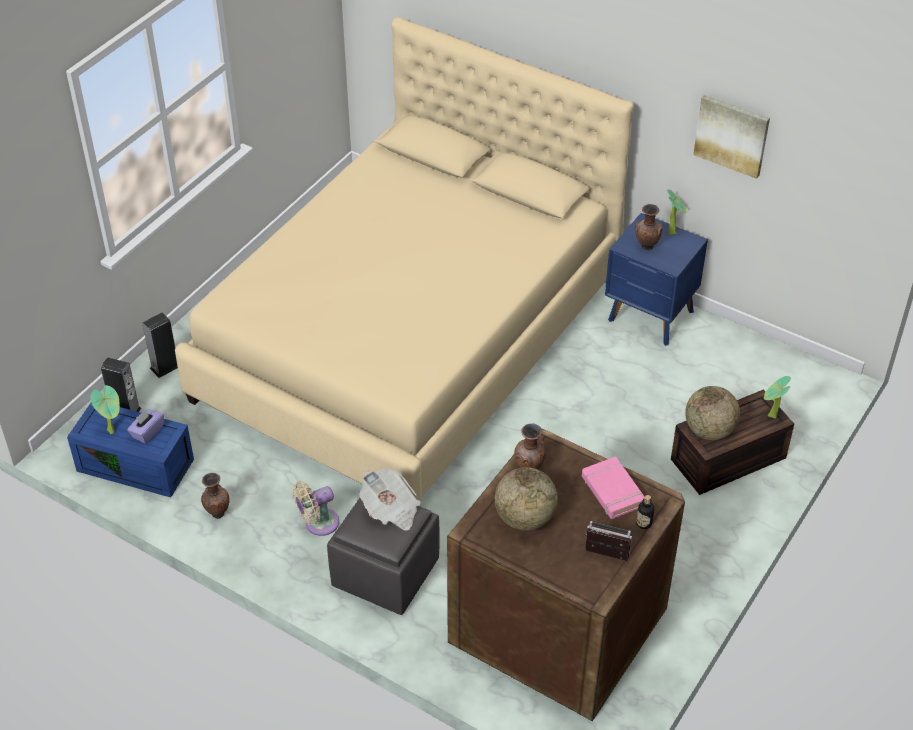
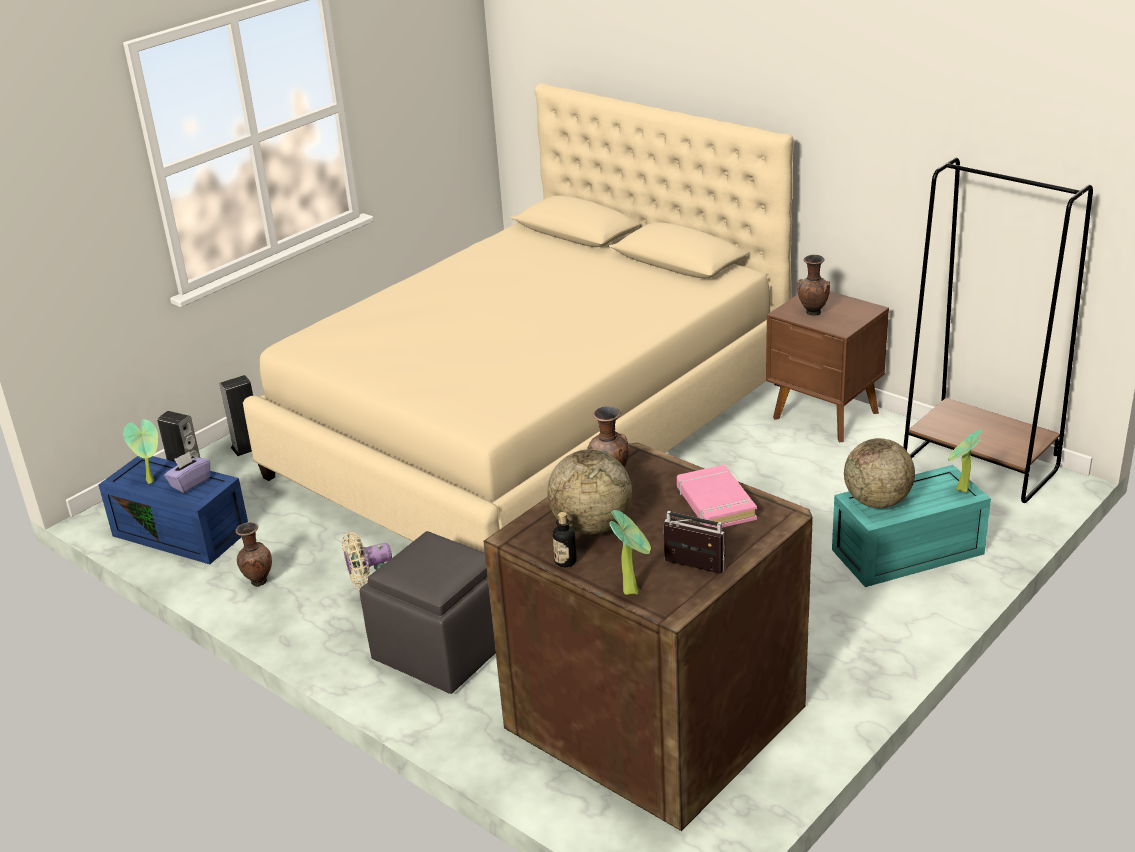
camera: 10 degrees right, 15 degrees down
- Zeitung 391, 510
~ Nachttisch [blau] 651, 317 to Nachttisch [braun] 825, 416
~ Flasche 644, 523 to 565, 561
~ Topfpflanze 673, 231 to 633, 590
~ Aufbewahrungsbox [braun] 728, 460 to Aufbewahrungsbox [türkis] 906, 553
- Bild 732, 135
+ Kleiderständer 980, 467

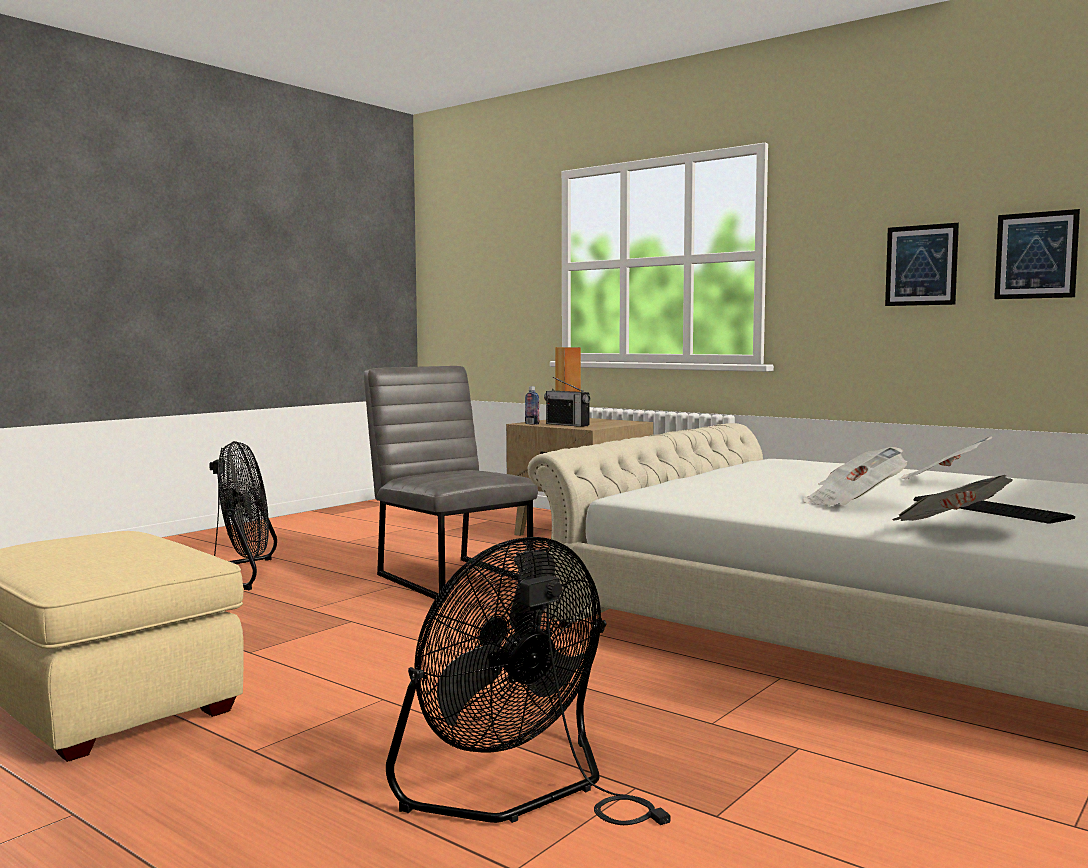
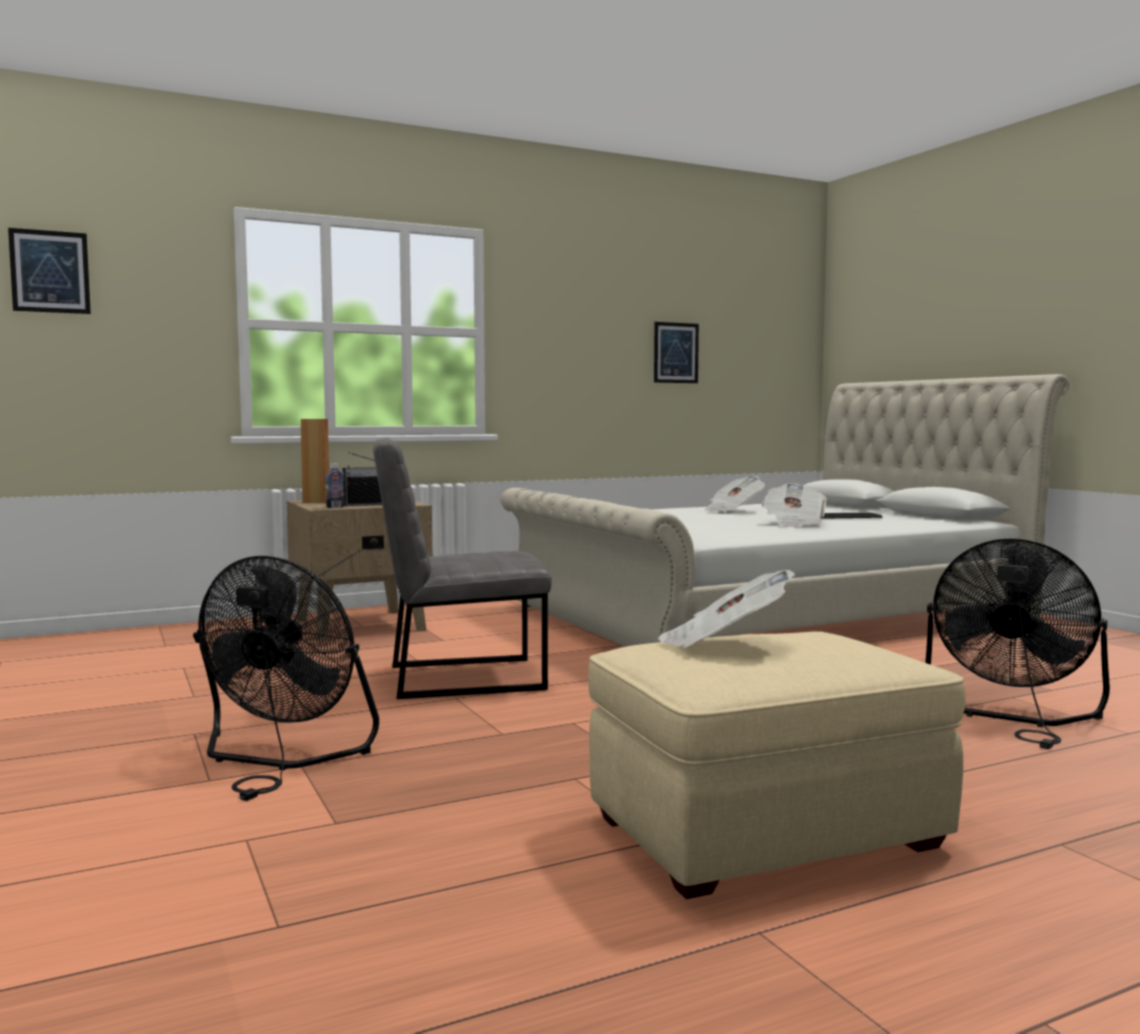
camera: 65 degrees left, 0 degrees up
~ Ventilator [schwarz] 535, 789 = 1013, 715 135 degrees clockwise
~ Bild 921, 265 to 50, 271
~ Zeitung 949, 529 to 723, 644

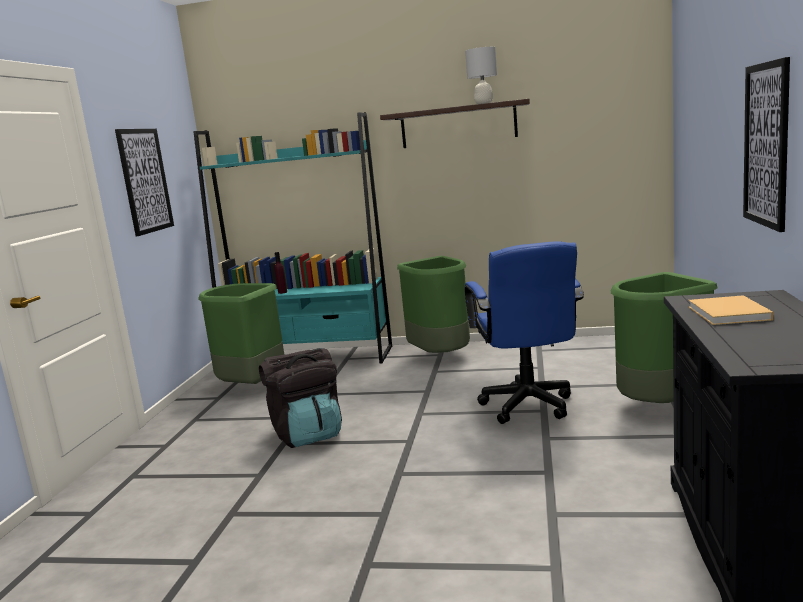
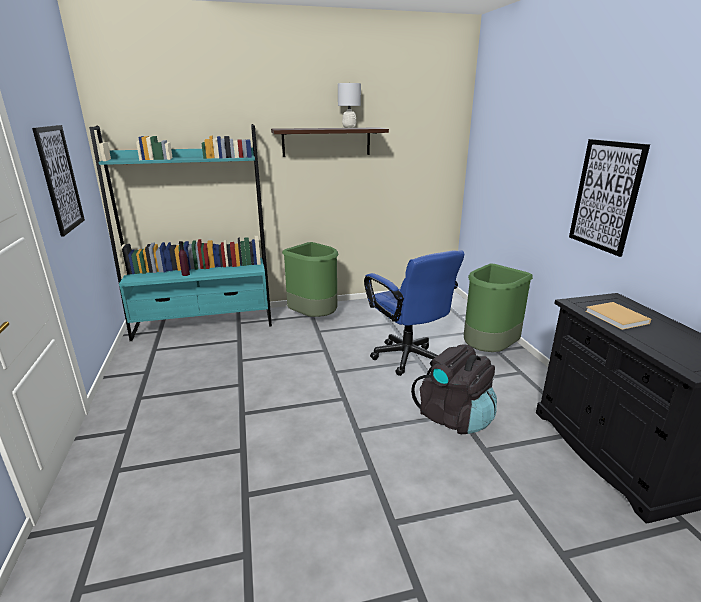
camera: 25 degrees left, 10 degrees up
- Mülleimer [grün] 251, 387
~ Rucksack [schwarz] 308, 435 to 454, 417

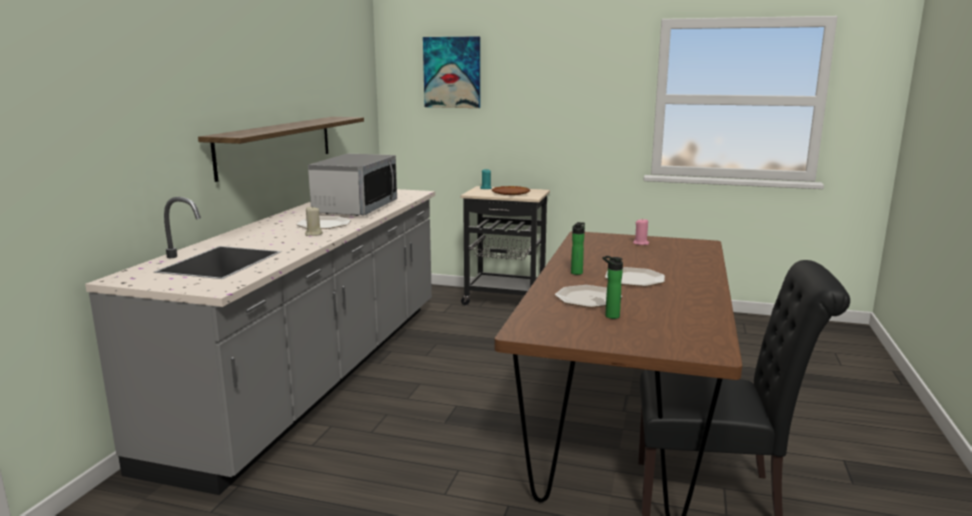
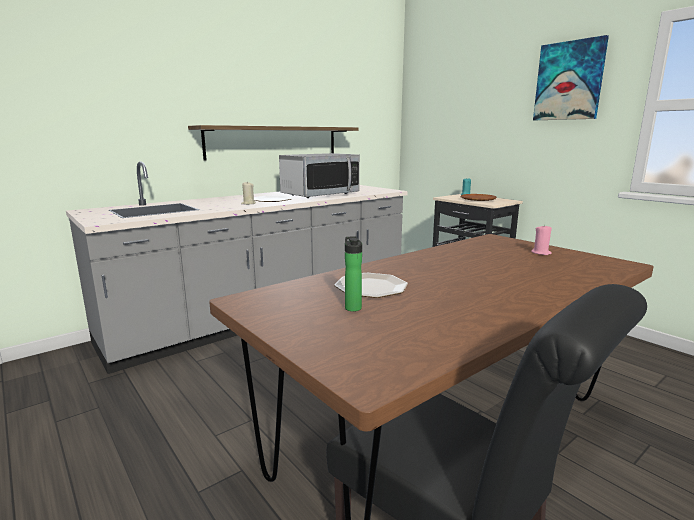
camera: 35 degrees right, 0 degrees up
~ Bild 452, 72 to 569, 81
- Flasche 577, 272
- Teller 634, 278

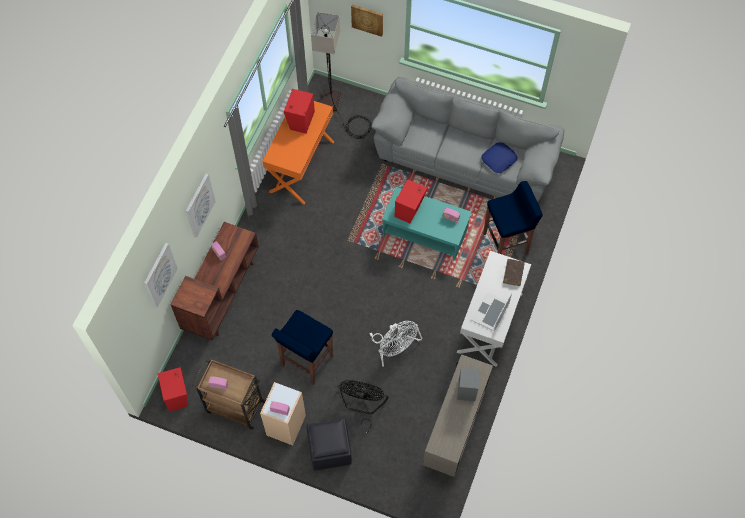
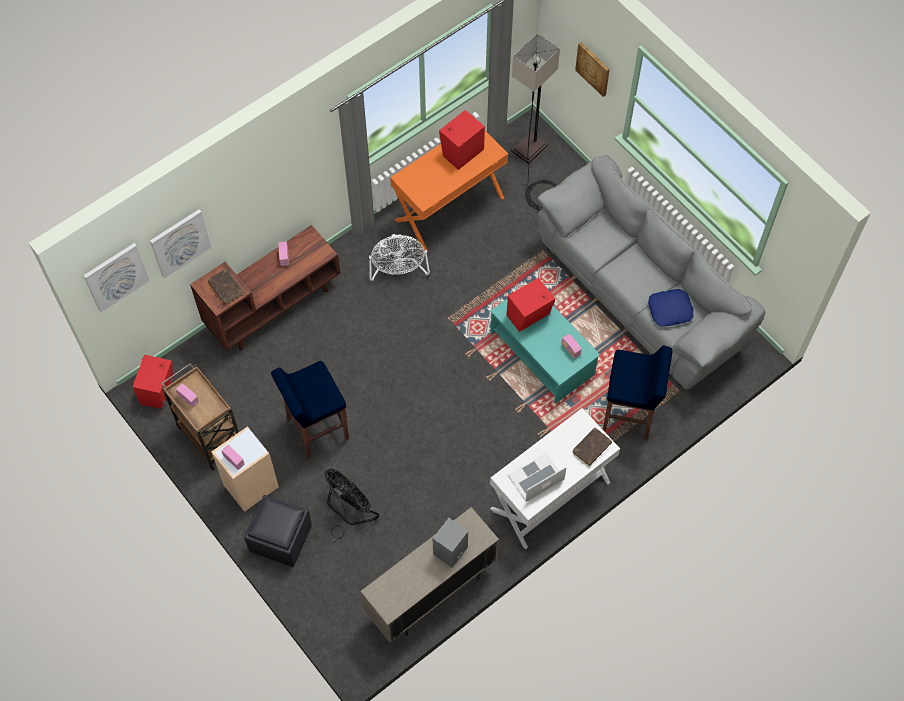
camera: 30 degrees right, 0 degrees up
~ Bild 199, 205 to 116, 276
~ Ventilator [weiß] 393, 346 to 396, 267
+ Buch [braun] 226, 288

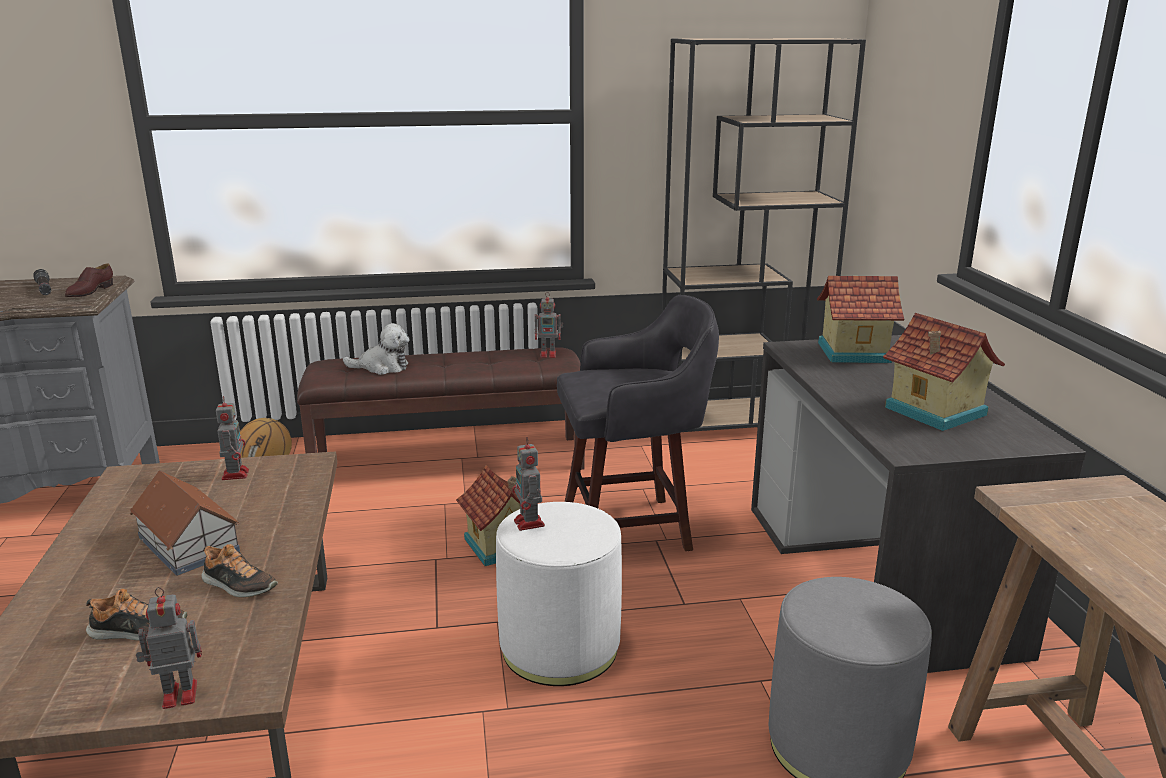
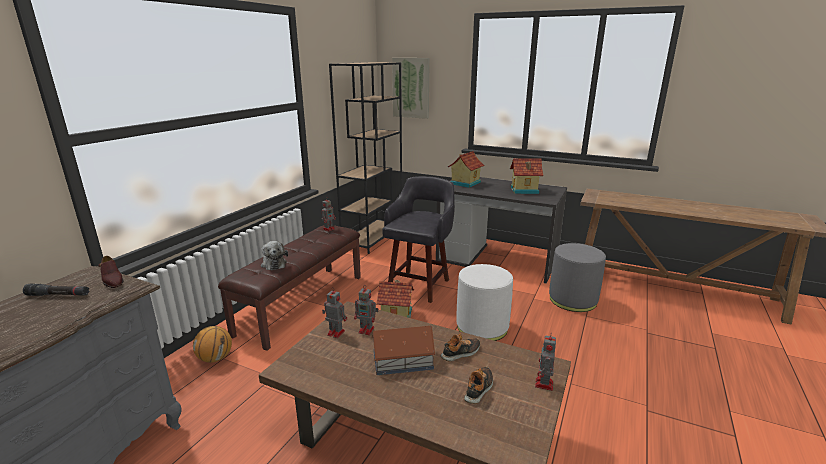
camera: 55 degrees left, 0 degrees up
~ Plüschtier 382, 367 = 274, 263 120 degrees clockwise
~ Spielzeugroboter 529, 524 to 367, 330
+ Bild 411, 88

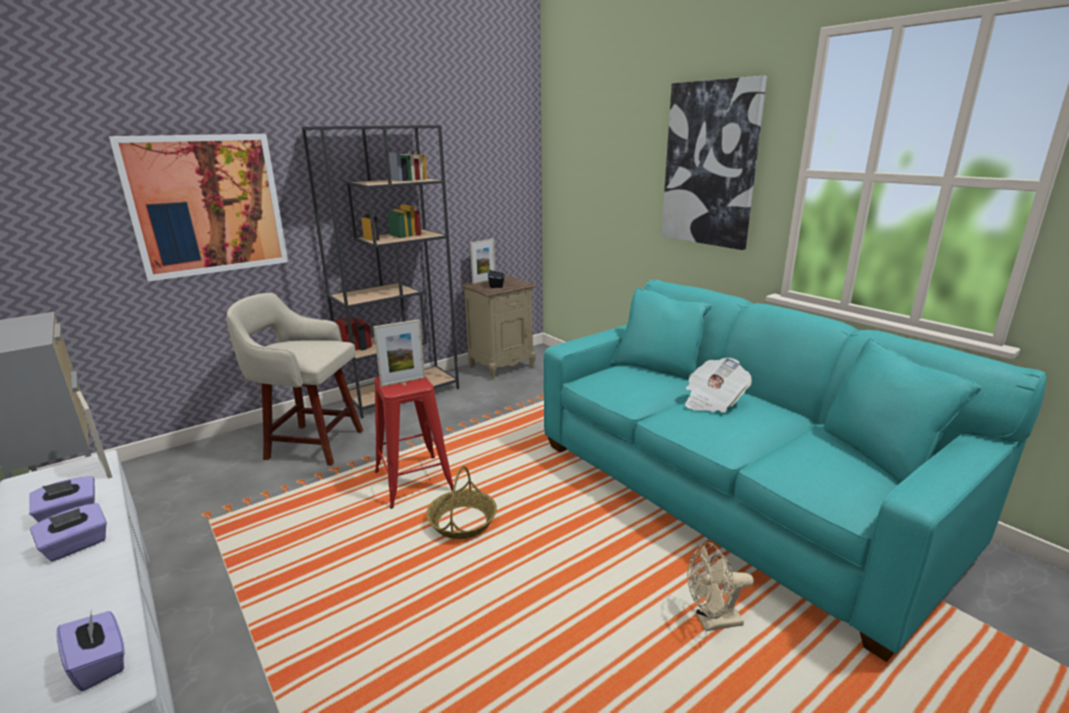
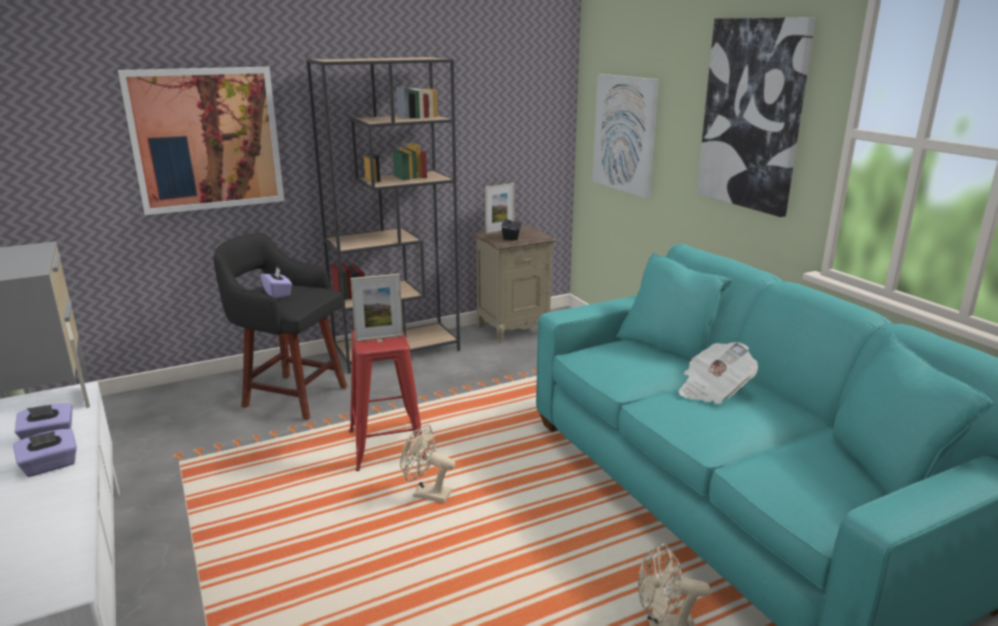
camera: 10 degrees right, 0 degrees up
~ Taschentuchbox [lila] 100, 663 to 278, 294
~ Hocker [beige] 311, 444 to Hocker [schwarz] 292, 396
~ Korb 462, 522 to Ventilator [beige] 426, 494
+ Bild 624, 134

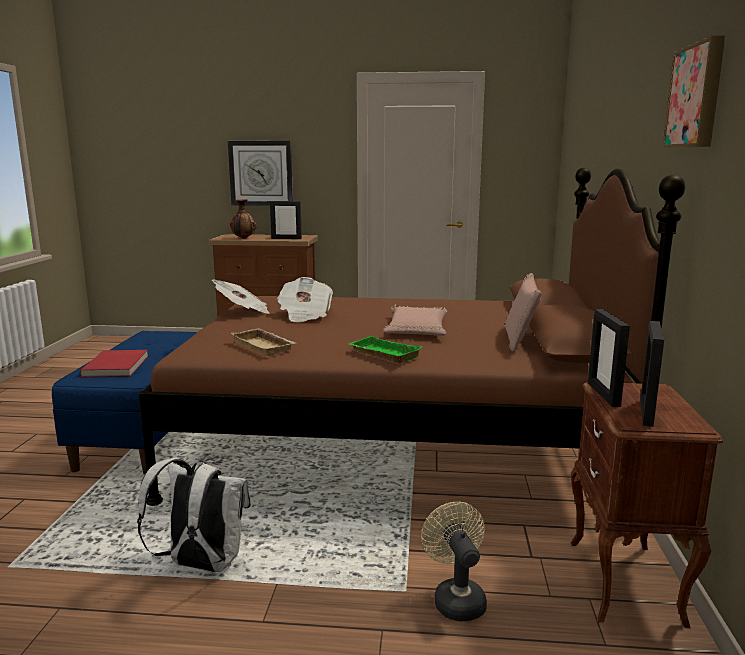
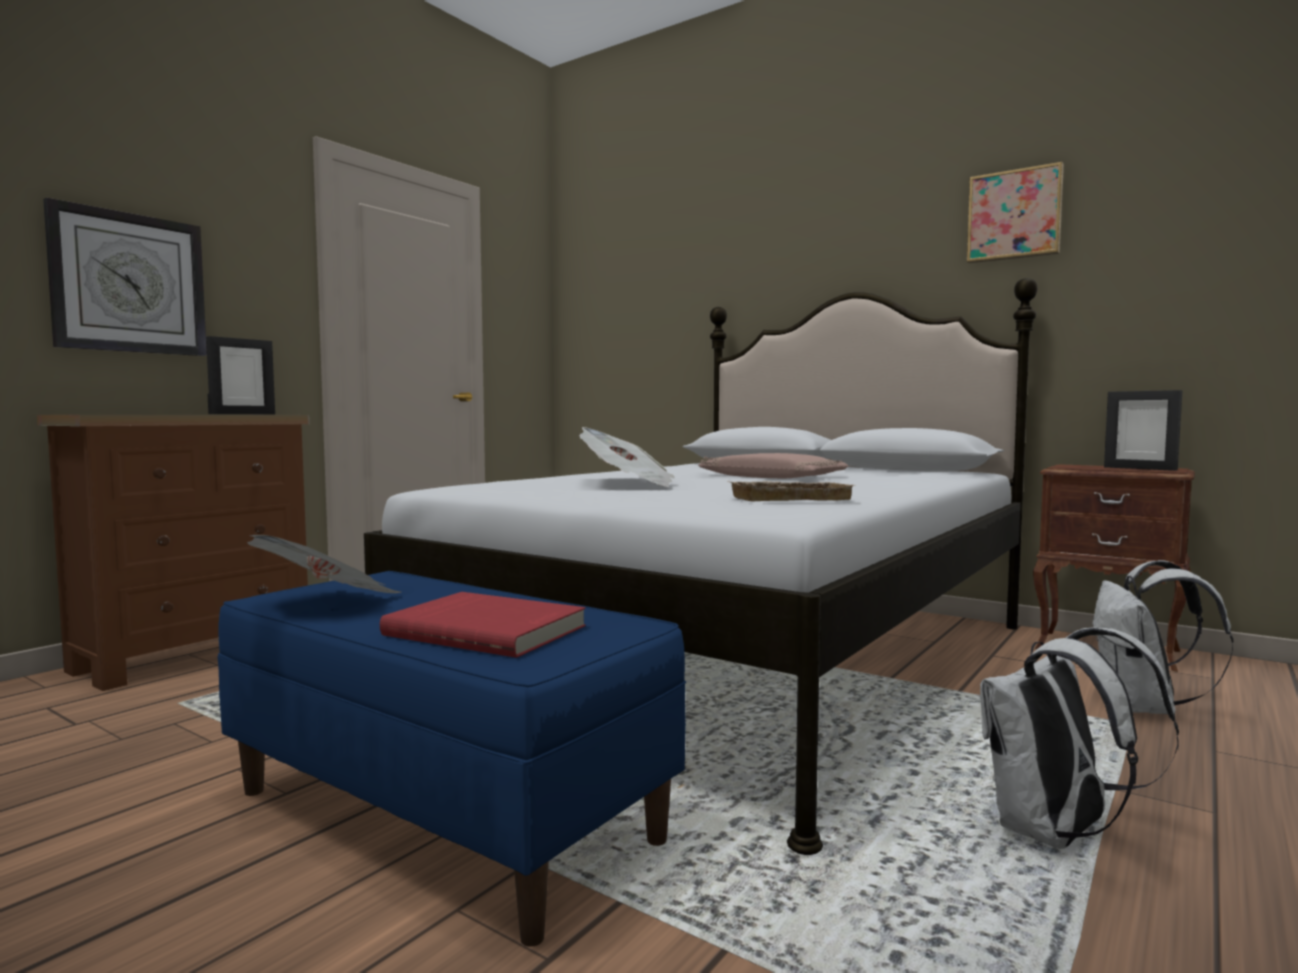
camera: 60 degrees left, 10 degrees down
~ Bett [braun] 396, 444 to Bett [weiß] 743, 659
~ Zeitung 243, 311 to 329, 604
- Vase 243, 239
- Tablett [grün] 382, 354
~ Ventilator [beige] 456, 598 to Rucksack [weiß] 1142, 708
- Kissen [beige] 520, 339
- Bilderrahmen 605, 394

